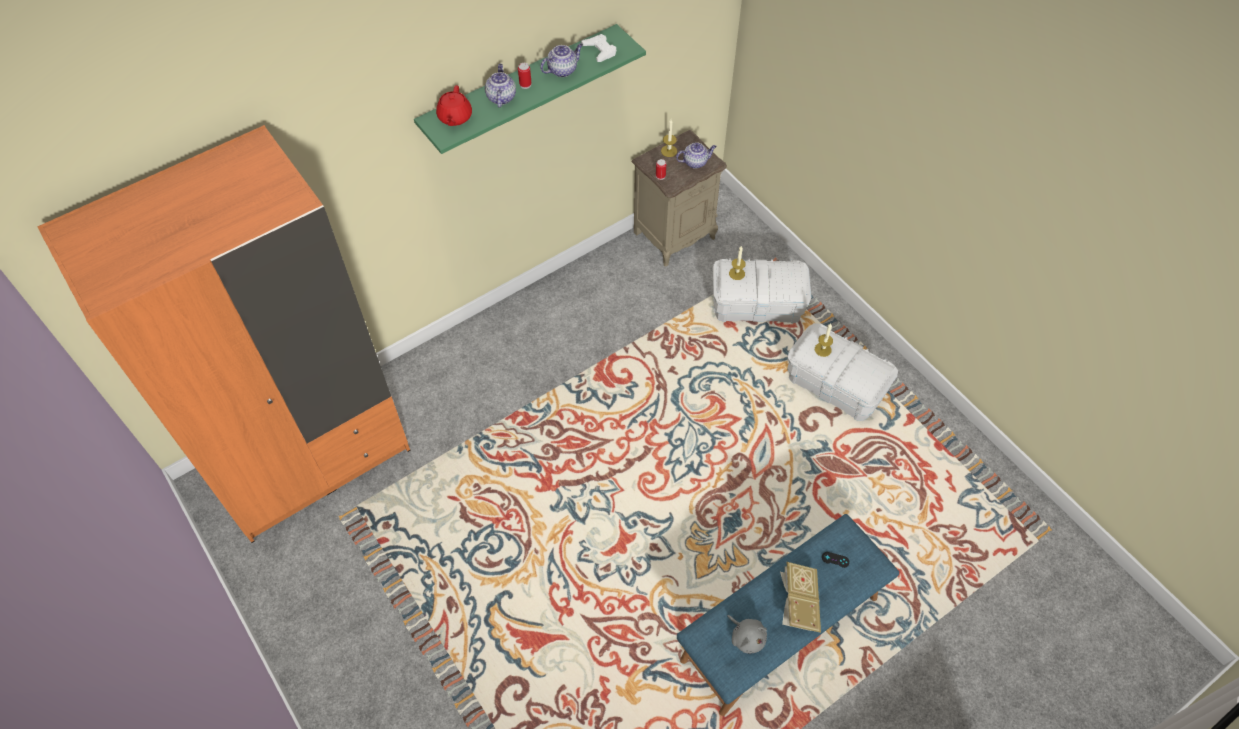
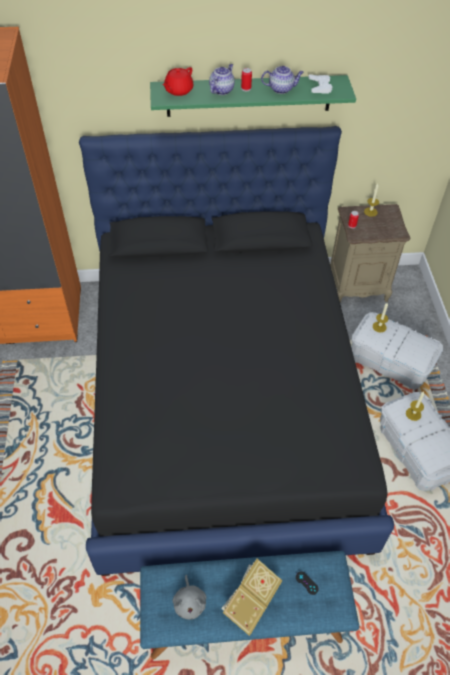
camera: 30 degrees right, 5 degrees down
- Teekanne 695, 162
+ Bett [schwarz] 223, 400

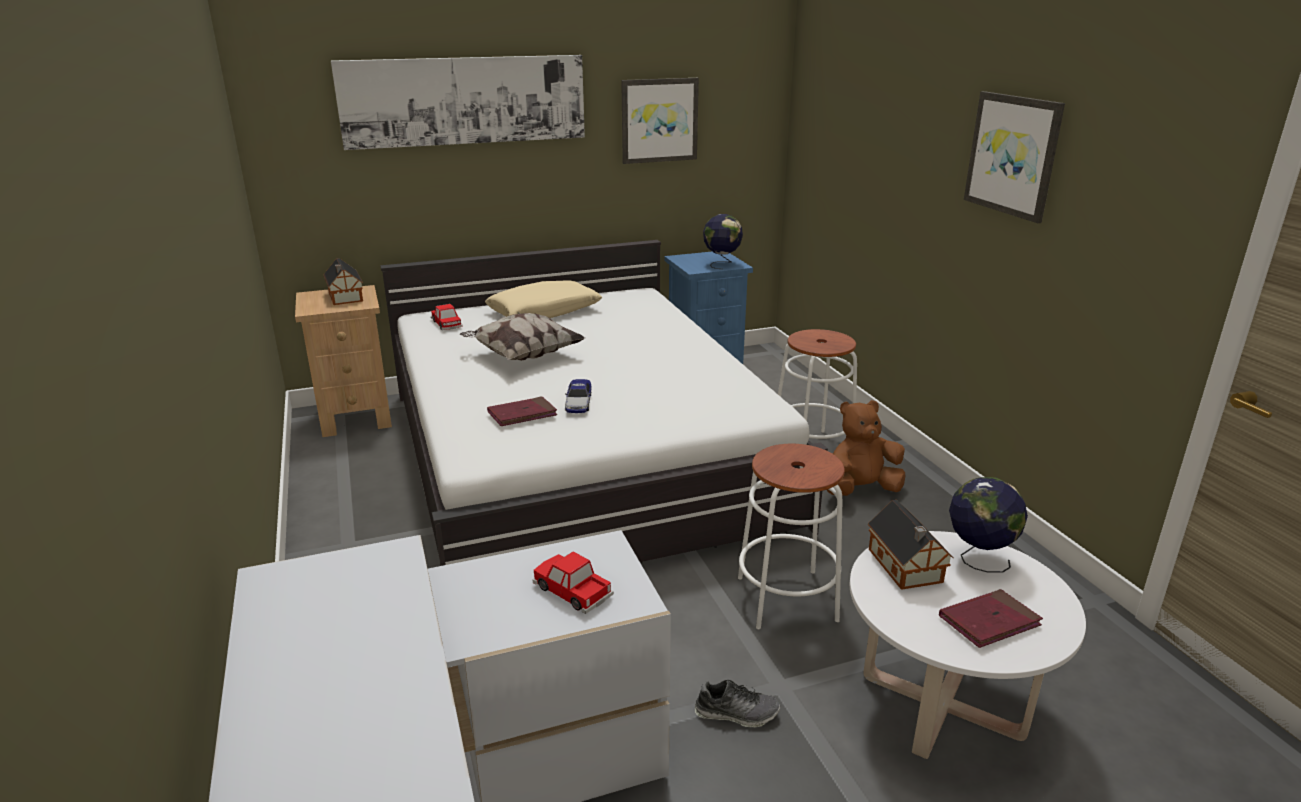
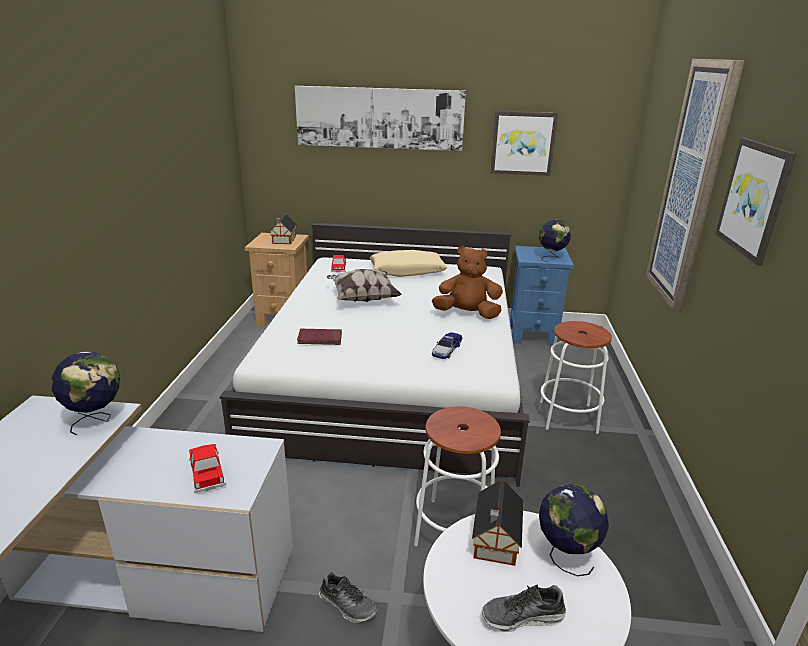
camera: 25 degrees right, 0 degrees up
~ Spielzeugauto 579, 402 to 447, 350
~ Plüschtier [braun] 860, 490 to 467, 314
~ Buch [rot] 989, 622 to Schuh 522, 617
+ Globus 96, 420
+ Bild 691, 186

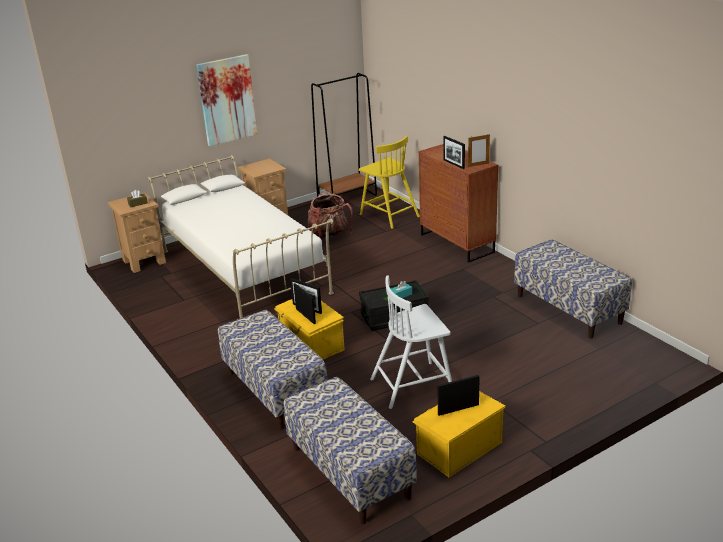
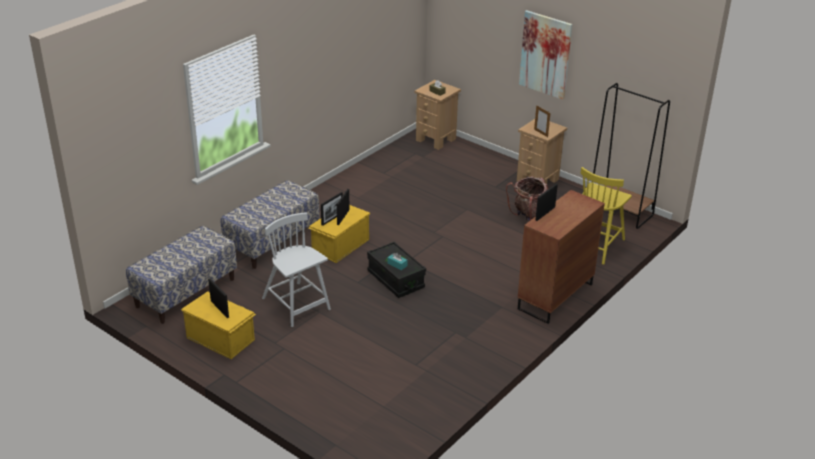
camera: 70 degrees right, 5 degrees up
- Bett [weiß] 243, 272
~ Bilderrahmen 478, 165 to 541, 133
- Bank 568, 309

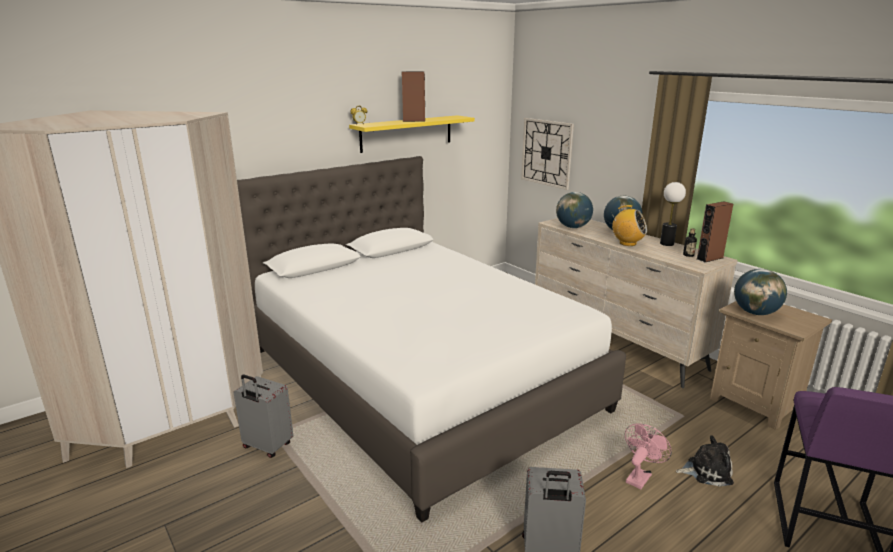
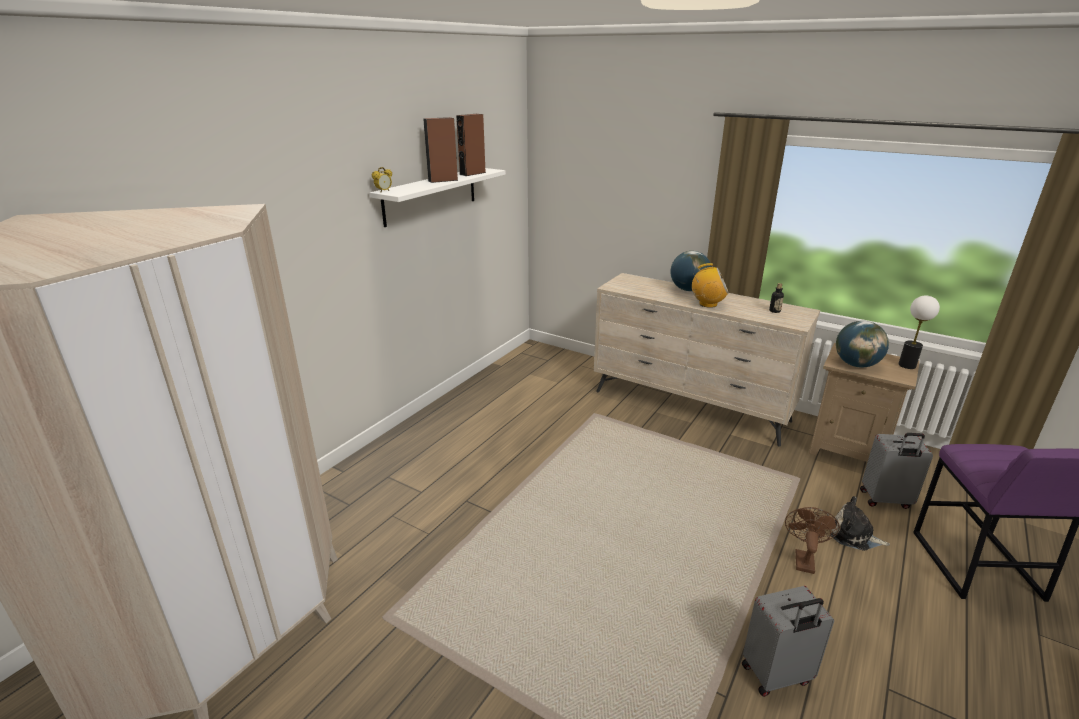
camera: 20 degrees left, 5 degrees up
~ Koffer [grau] 267, 446 to 885, 500
- Bett [weiß] 419, 378
~ Wandregal [gelb] 407, 133 to Wandregal [weiß] 431, 195
- Wanduhr 547, 153
- Globus 573, 227
~ Ventilator [rosa] 640, 476 to Ventilator [braun] 803, 558
~ Tischlampe 667, 244 to 907, 365
~ Plüschtier 706, 471 = 854, 536 135 degrees counterclockwise
~ Lautsprecher [braun] 709, 258 to 472, 173

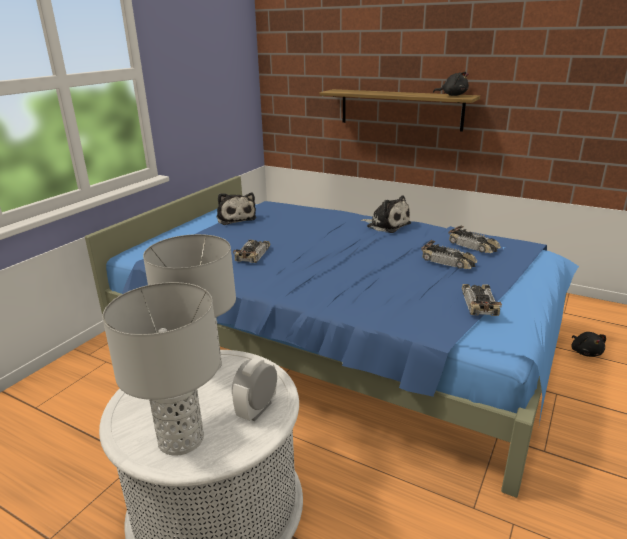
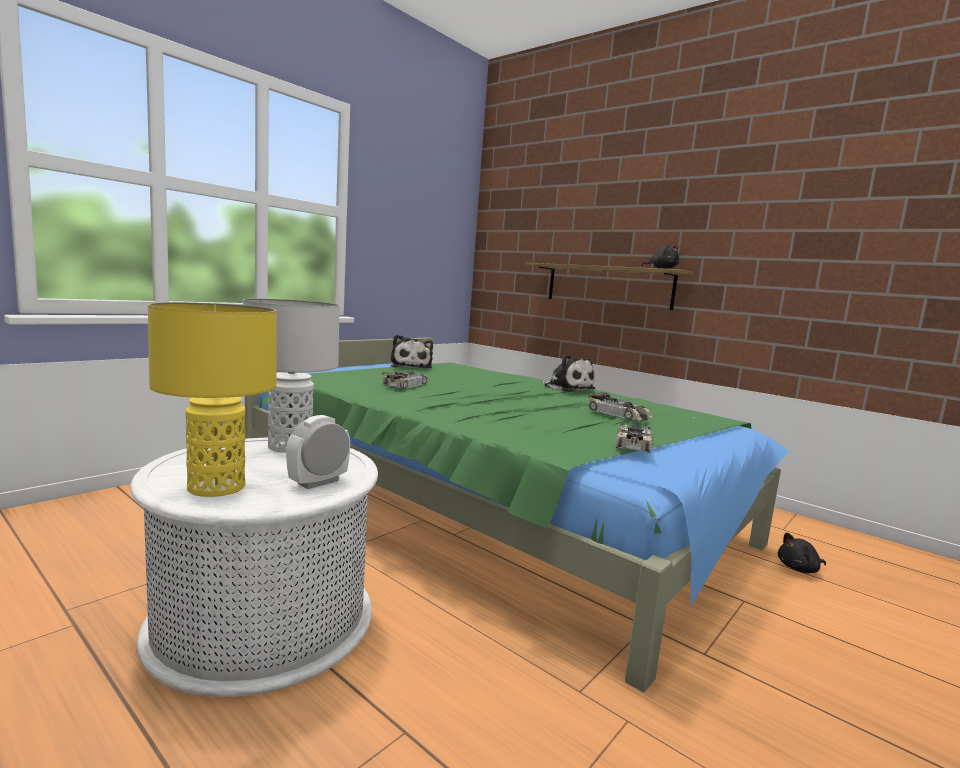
camera: 10 degrees right, 15 degrees down
~ Bett [blau] 337, 340 to Bett [grün] 489, 507
~ Tischlampe [weiß] 180, 439 to Tischlampe [gelb] 215, 486
- Spielzeugauto 474, 245
~ Plüschtier [schwarz] 585, 352 = 799, 569 75 degrees clockwise

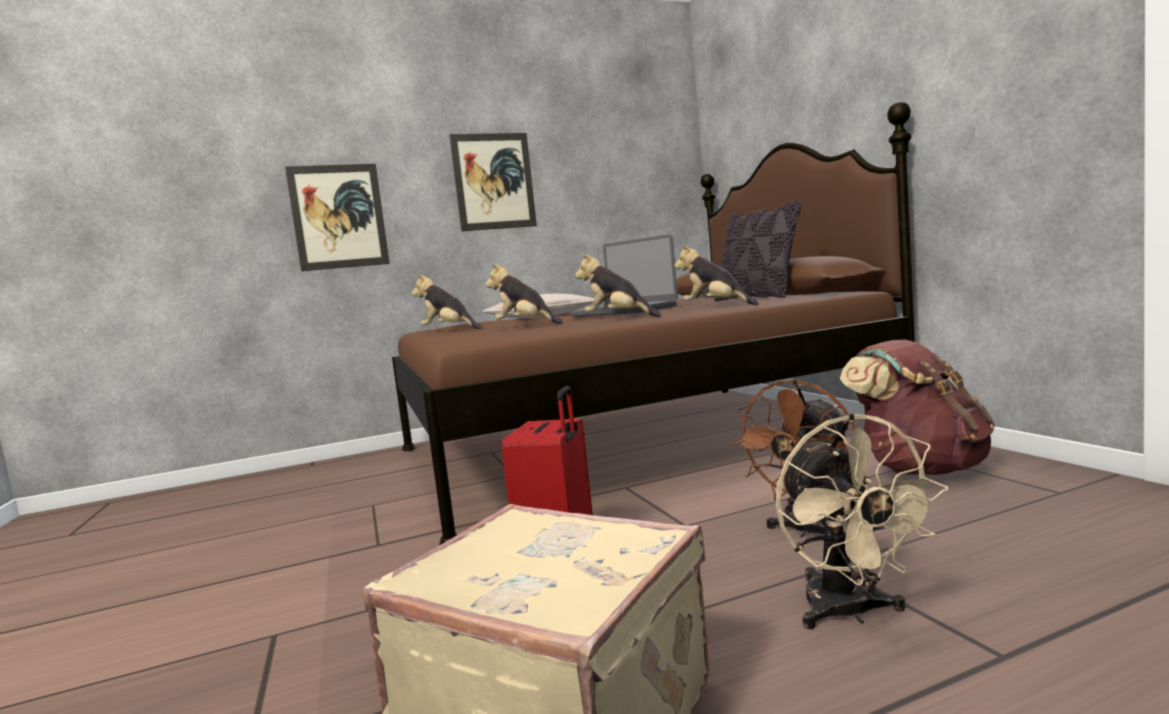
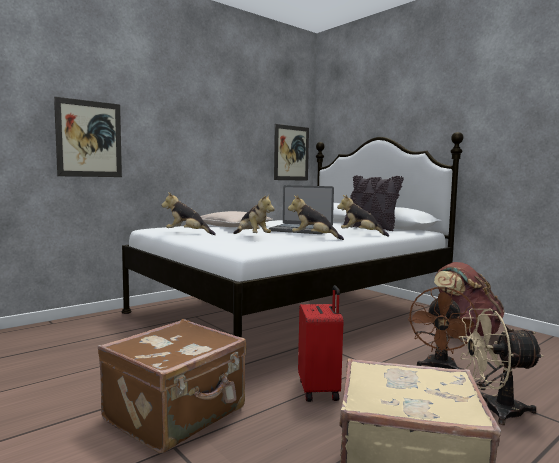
camera: 20 degrees left, 0 degrees up
~ Bett [braun] 633, 443 to Bett [weiß] 291, 312
~ Bild 494, 181 to 291, 153
~ Plüschtier 526, 326 = 252, 237 150 degrees counterclockwise
~ Ventilator [beige] 850, 613 = 494, 410 120 degrees clockwise
+ Koffer [braun] 177, 415

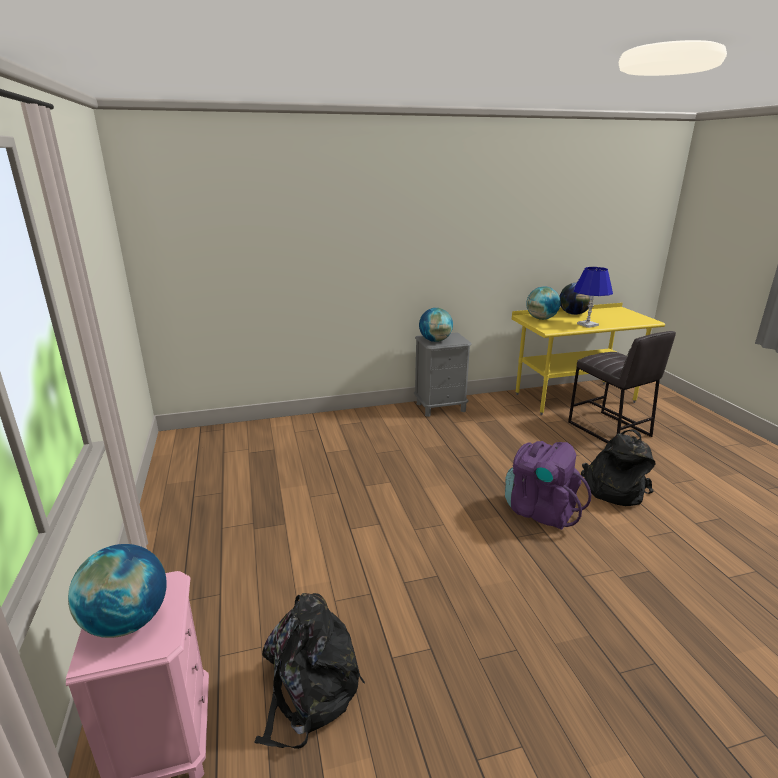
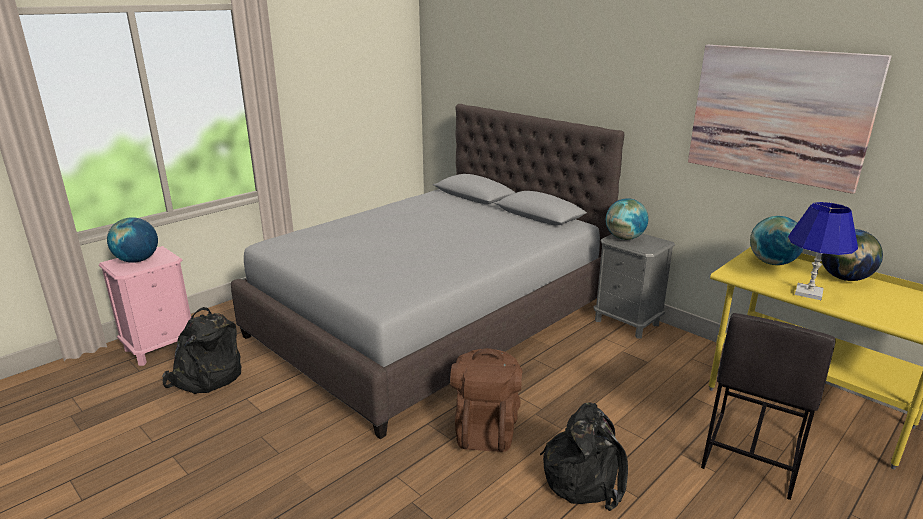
camera: 60 degrees right, 0 degrees up
~ Rucksack [lila] 540, 511 to Rucksack [braun] 485, 429
+ Bett [grau] 433, 319
+ Bild 778, 115

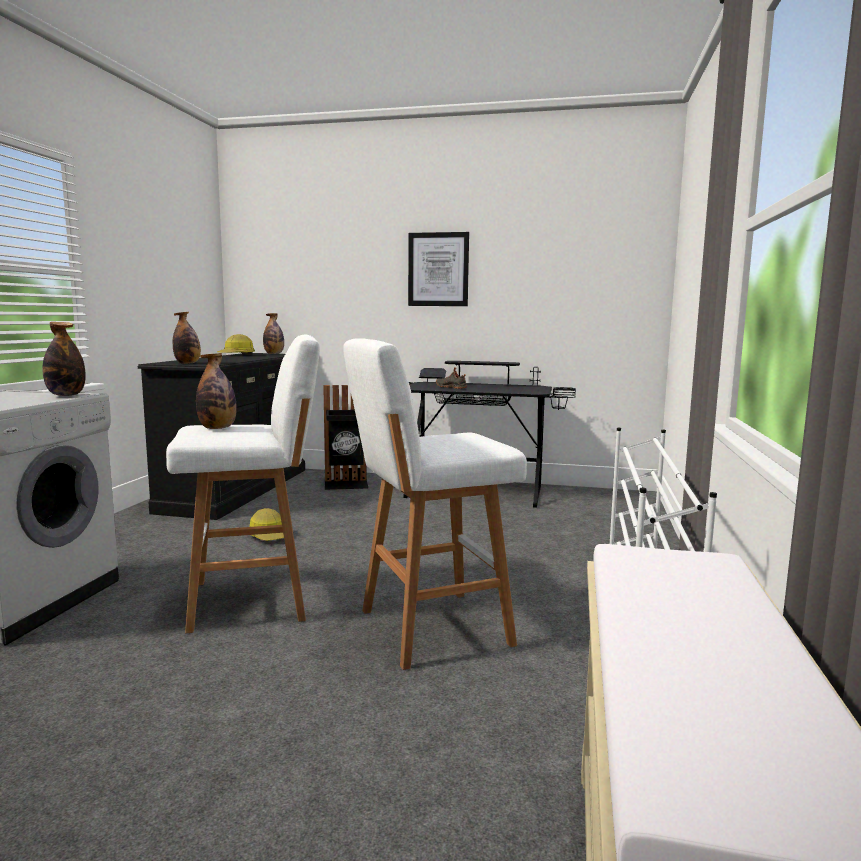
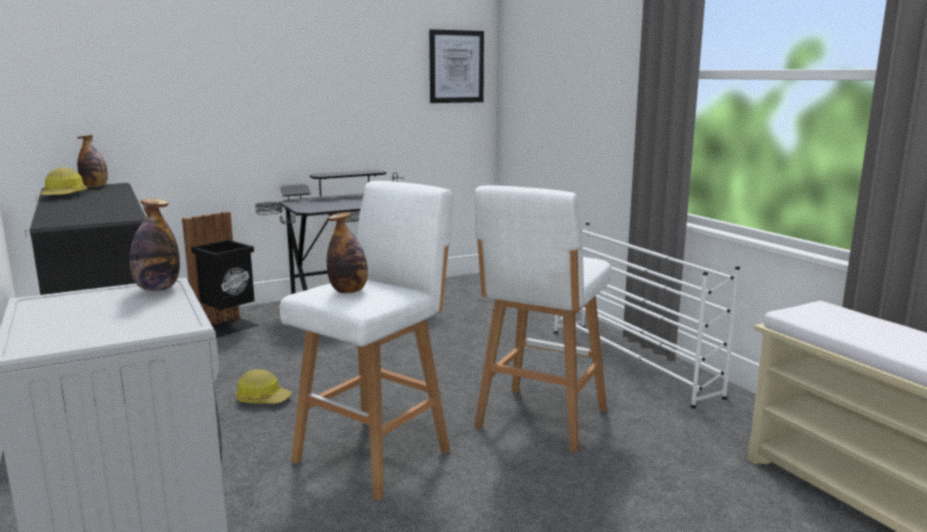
camera: 40 degrees left, 5 degrees up
- Flasche 188, 363
~ Bild 438, 269 to 456, 66
- Schuh [schwarz] 451, 387

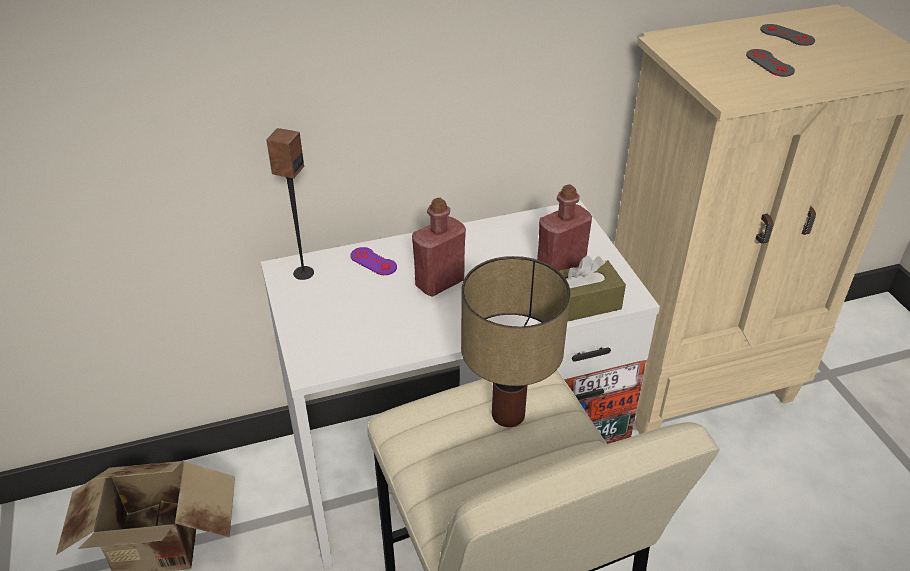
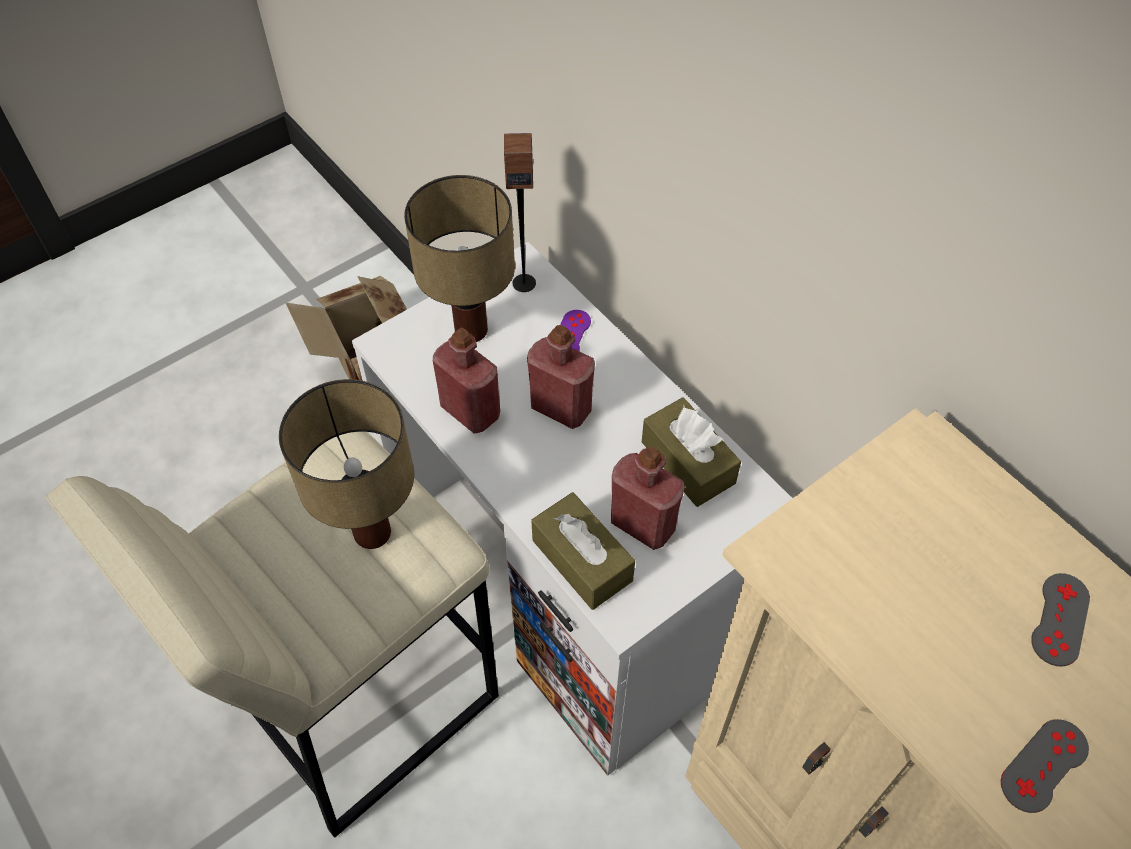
camera: 70 degrees right, 15 degrees up
~ Gamepad [grau] 769, 63 to 1044, 765
+ Tischlampe 469, 330
+ Flasche [rot] 470, 411
+ Taschentuchbox [braun] 688, 462

